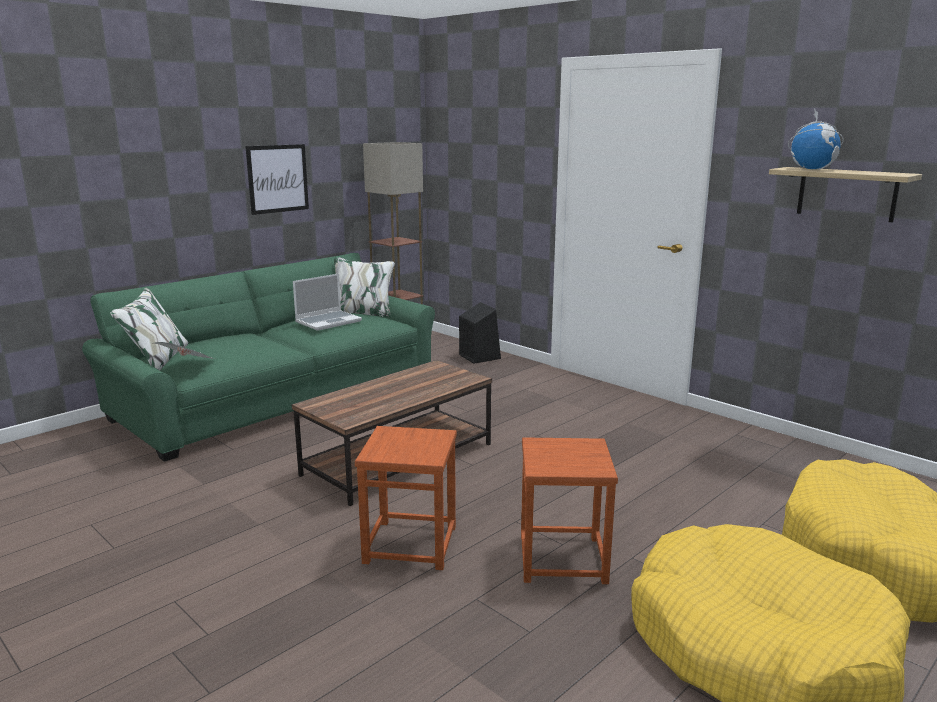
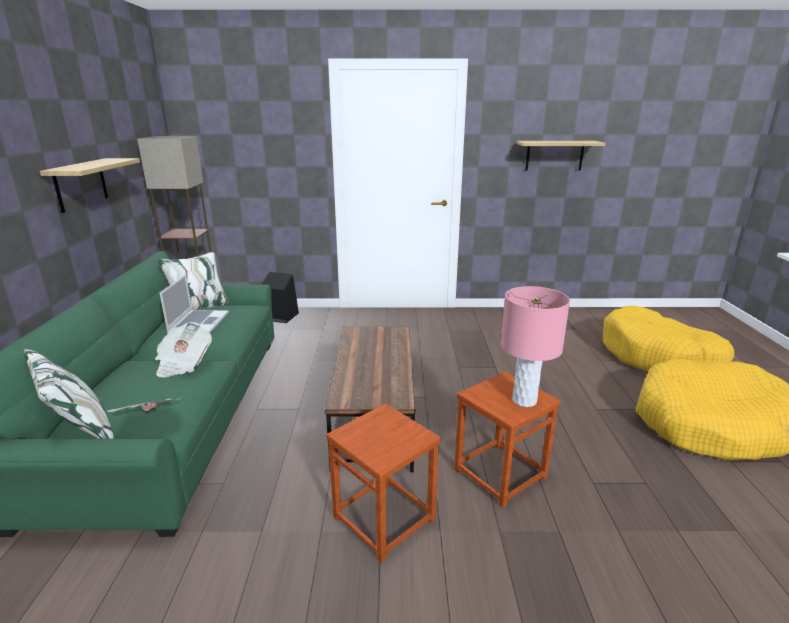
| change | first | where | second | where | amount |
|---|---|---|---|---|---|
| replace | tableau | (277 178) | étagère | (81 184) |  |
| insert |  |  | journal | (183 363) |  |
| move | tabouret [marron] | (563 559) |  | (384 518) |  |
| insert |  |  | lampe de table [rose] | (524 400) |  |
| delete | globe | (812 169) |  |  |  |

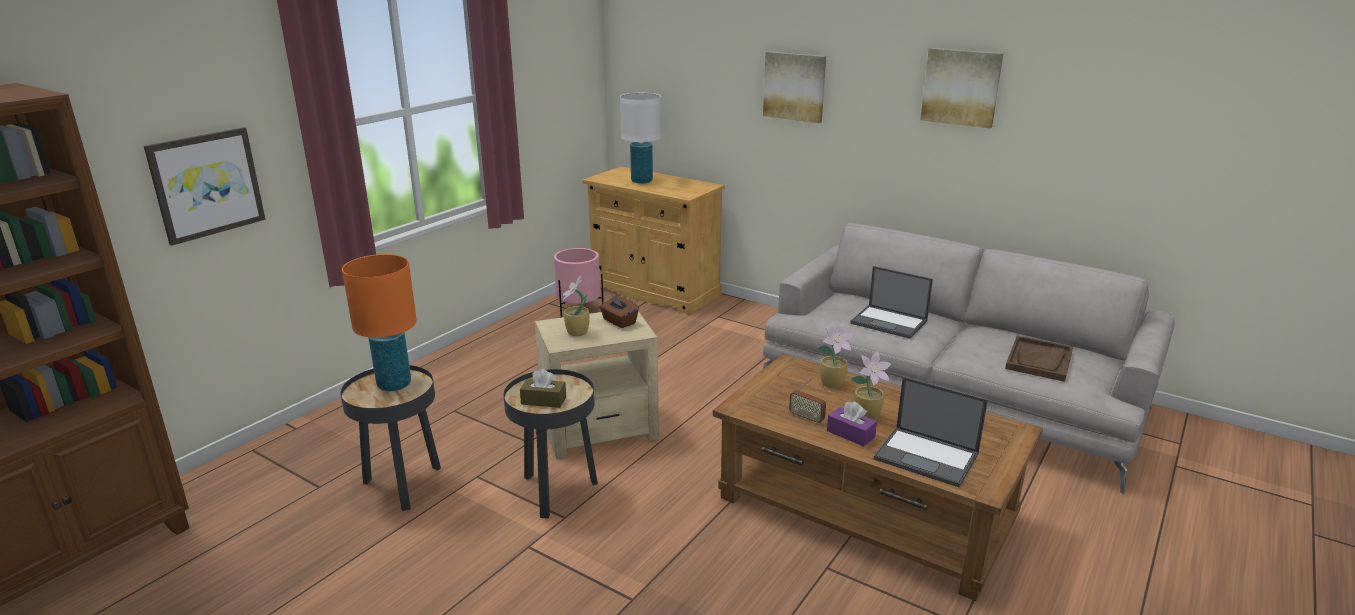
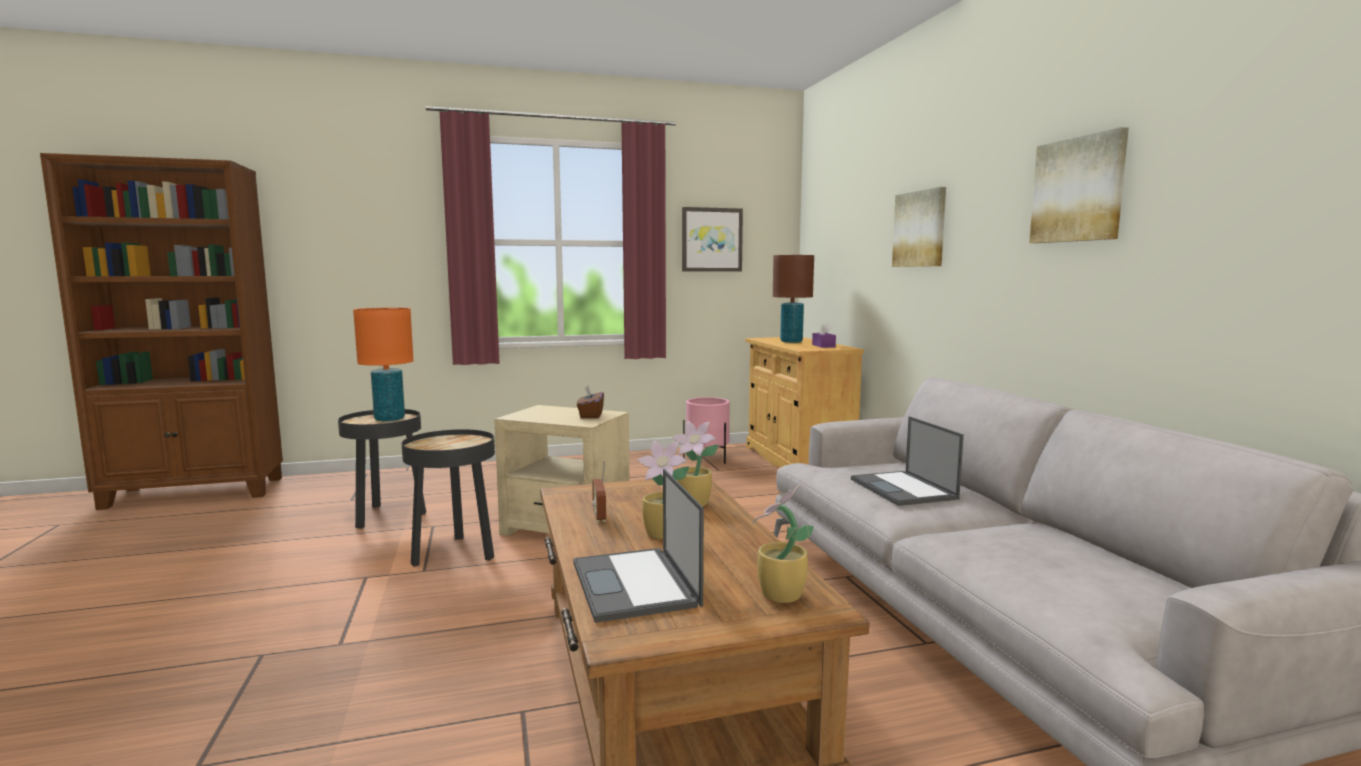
| change | first | where | second | where | amount |
|---|---|---|---|---|---|
| move | tableau | (206 184) |  | (711 240) |  |
| move | plante en pot | (577 333) |  | (779 596) |  |
| recolor | lampe de table [blanc] | (642 181) | lampe de table [marron] | (791 342) |  |
| move | boîte à mouchoirs [violet] | (850 434) |  | (823 346) |  |
| delete | boîte à mouchoirs [marron] | (543 400) |  |  |  |
| delete | plateau [marron] | (1039 360) |  |  |  |

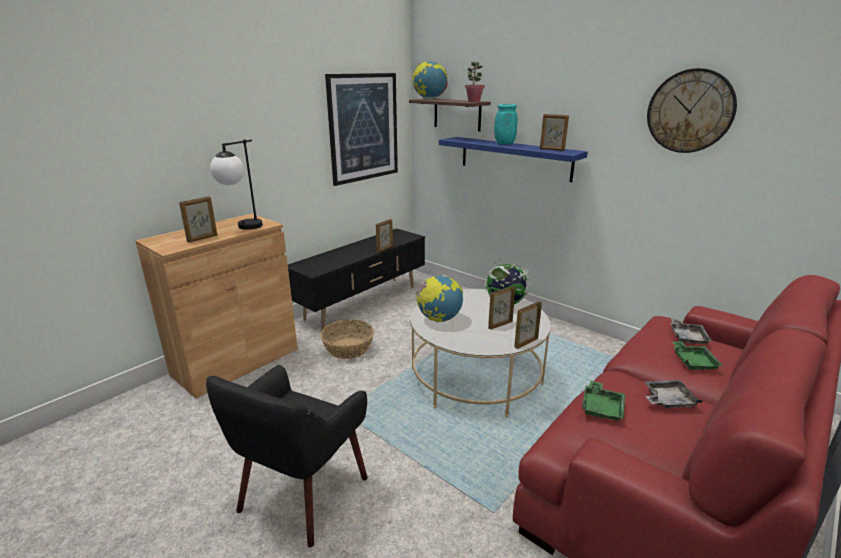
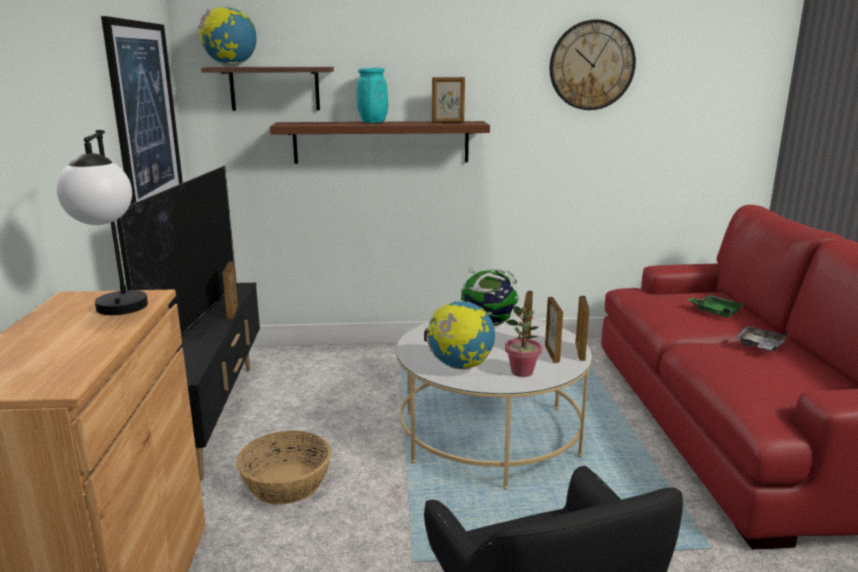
| change | first | where | second | where | amount |
|---|---|---|---|---|---|
| insert |  |  | téléviseur | (195 325) |  |
| recolor | étagère [bleu] | (514 158) | étagère [marron] | (381 142) |  |
| move | plante en pot | (474 101) |  | (522 372) |  |
| move | cadre photo | (202 238) |  | (552 354) |  |
| delete | plateau [vert] | (602 407) |  |  |  |
| delete | plateau [gris] | (687 337) |  |  |  |

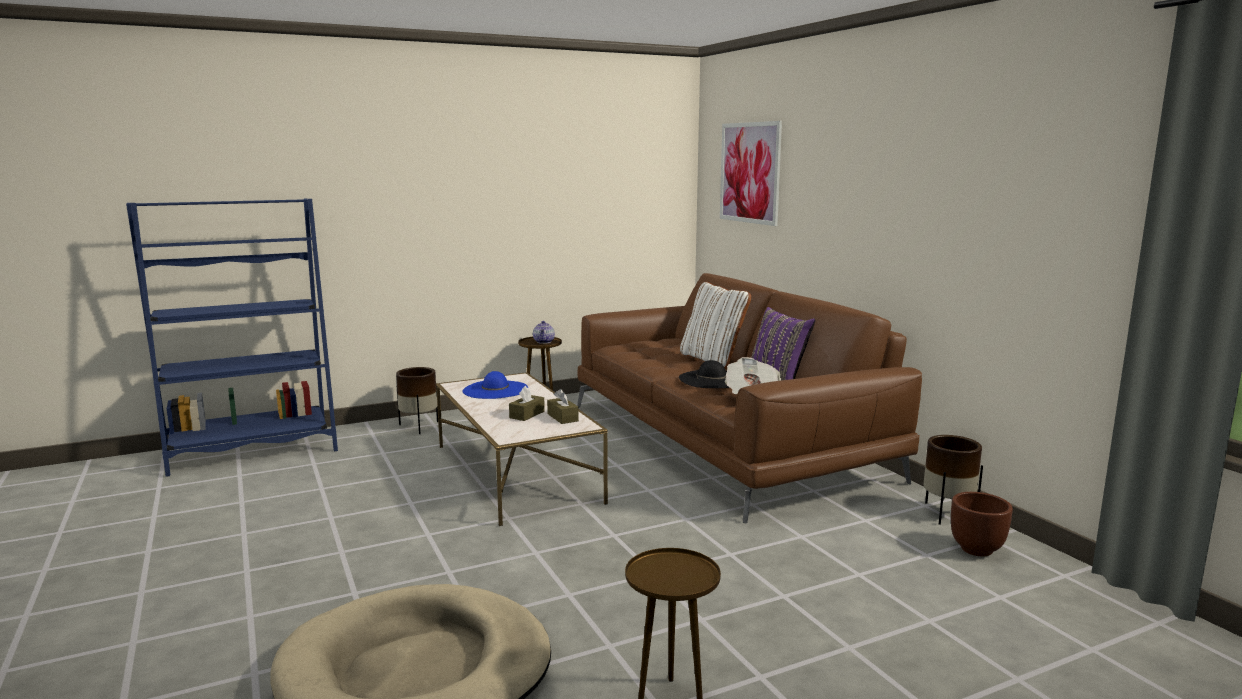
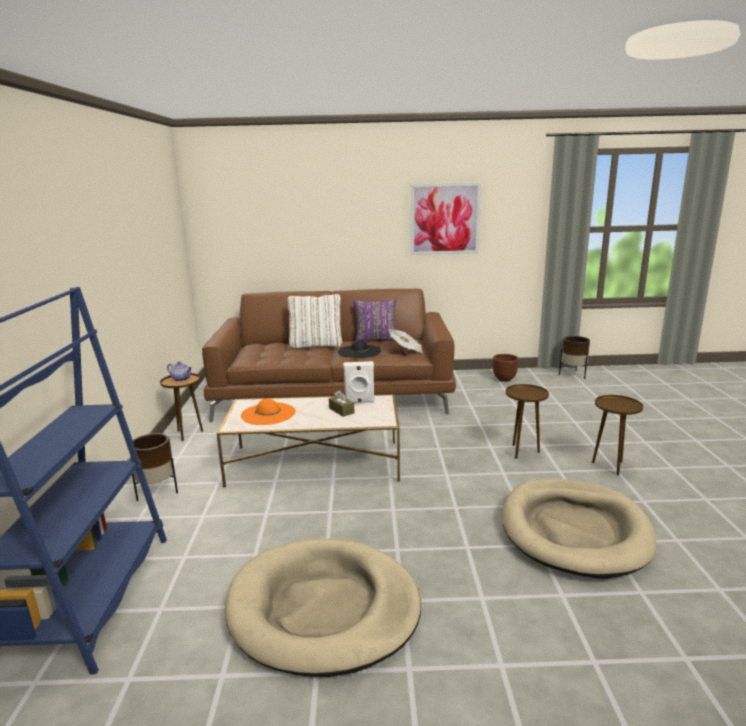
| change | first | where | second | where | amount |
|---|---|---|---|---|---|
| insert |  |  | panier pour chien [beige] | (323 609) |  |
| recolor | chapeau [bleu] | (495 390) | chapeau [orange] | (268 413) |  |
| replace | boîte à mouchoirs [marron] | (562 417) | enceinte [blanc] | (359 402) |  |
| move | tableau | (750 172) |  | (445 219) |  |
| insert |  |  | table d'appoint [marron] | (522 451) |  |
| move | cache-pot [marron] | (947 514) |  | (573 374) |  |

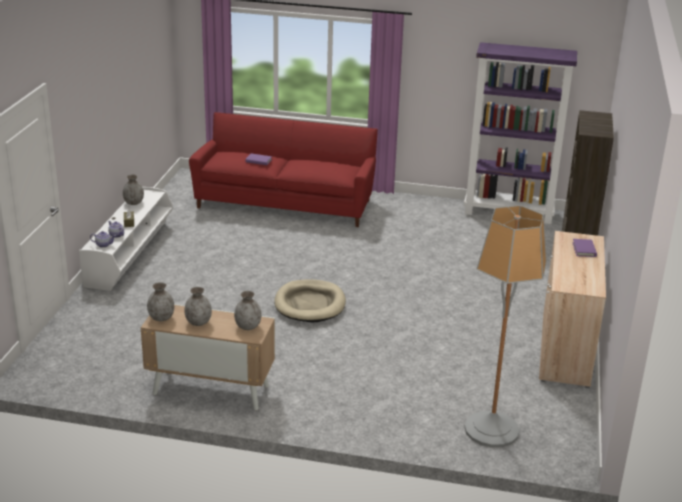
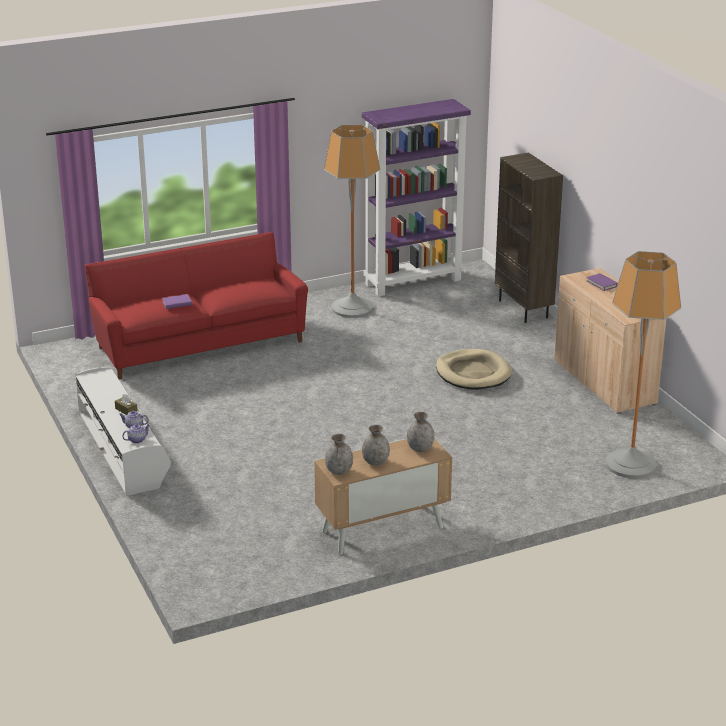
| change | first | where | second | where | amount |
|---|---|---|---|---|---|
| insert |  |  | lampadaire | (352 308) |  |
| move | panier pour chien [beige] | (310 304) |  | (473 373) |  |
| delete | vase [gris] | (133 203) |  |  |  |

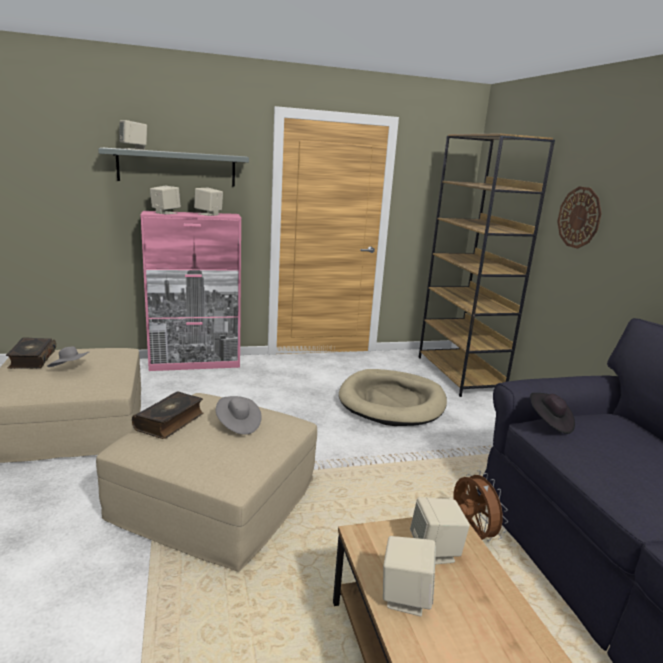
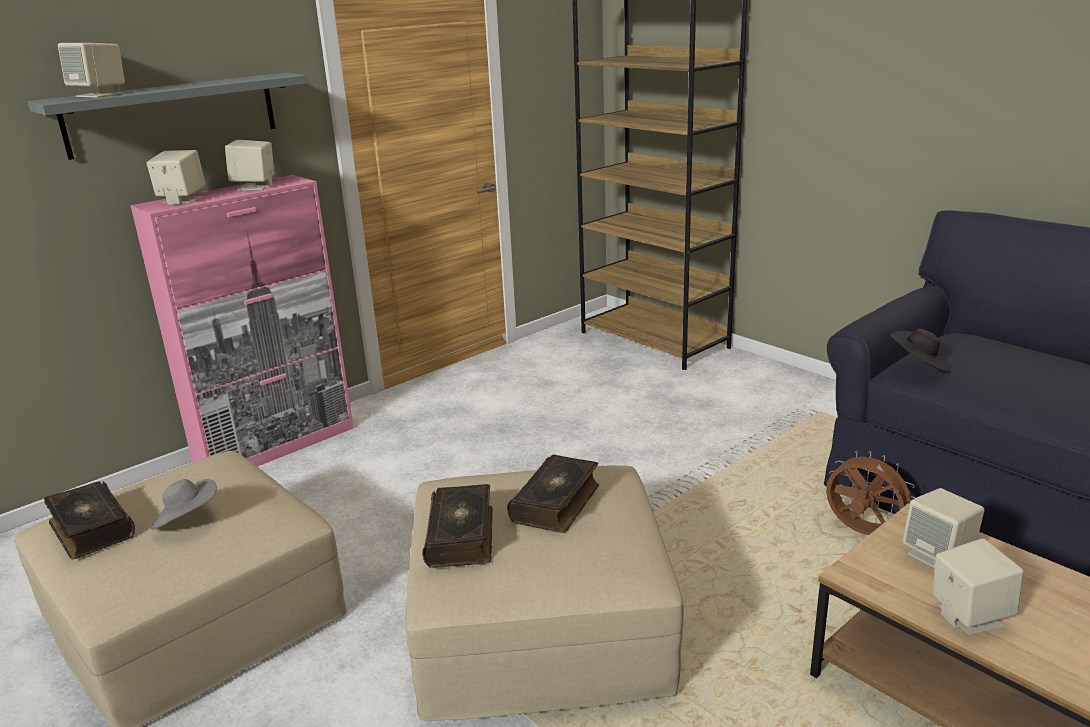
| change | first | where | second | where | amount |
|---|---|---|---|---|---|
| replace | chapeau [gris] | (238 424) | livre | (557 503) |  |
| delete | panier pour chien [beige] | (392 402) |  |  |  |
| delete | horloge murale | (579 217) |  |  |  |

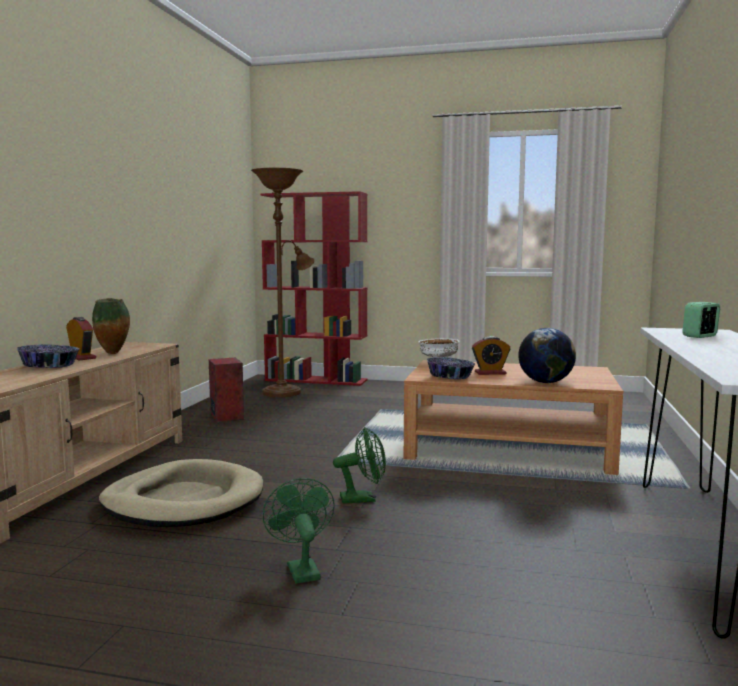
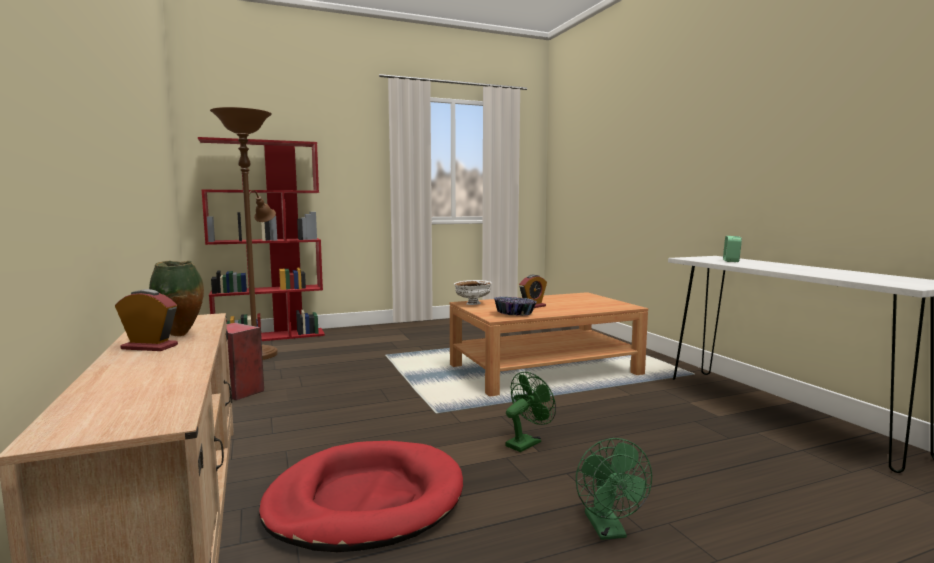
| change | first | where | second | where | amount |
|---|---|---|---|---|---|
| recolor | panier pour chien [beige] | (184 501) | panier pour chien [rouge] | (365 501) |  |
| rotate | ventilateur [vert] | (301 569) |  | (608 530) | 135 degrees counterclockwise |
| delete | bol | (49 366) |  |  |  |
| delete | globe | (545 382) |  |  |  |

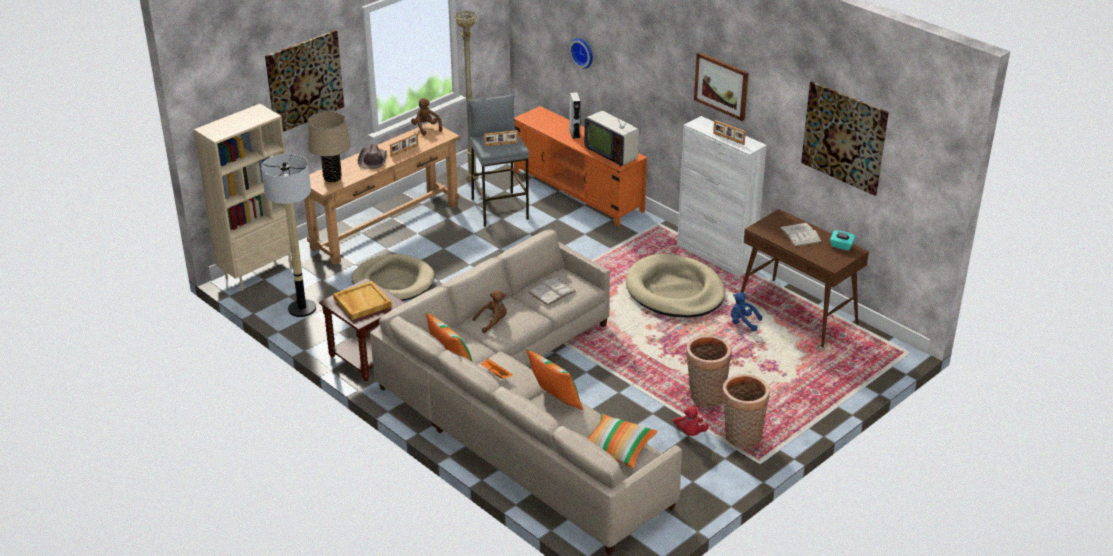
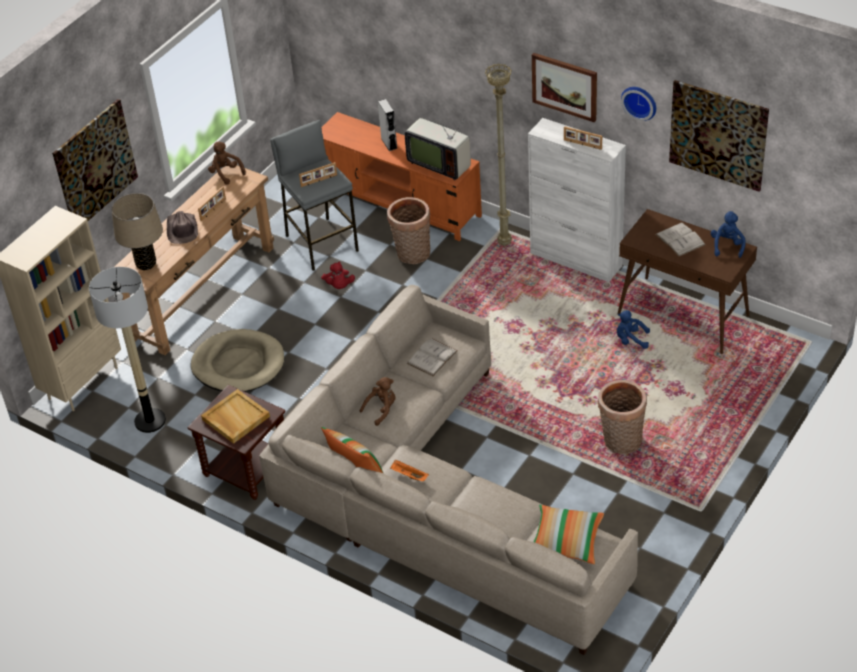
| change | first | where | second | where | amount |
|---|---|---|---|---|---|
| move | peluche [rouge] | (690 433) |  | (339 286) |  |
| move | panier | (741 438) |  | (412 255) |  |
| move | lampadaire [beige] | (472 181) |  | (504 244) |  |
| move | horloge murale | (583 52) |  | (640 101) |  |
| replace | boîte à mouchoirs [turquoise] | (841 246) | peluche [bleu] | (727 246) |  |
| delete | coussin | (555 401) |  |  |  |
| delete | panier pour chien [beige] | (675 291) |  |  |  |

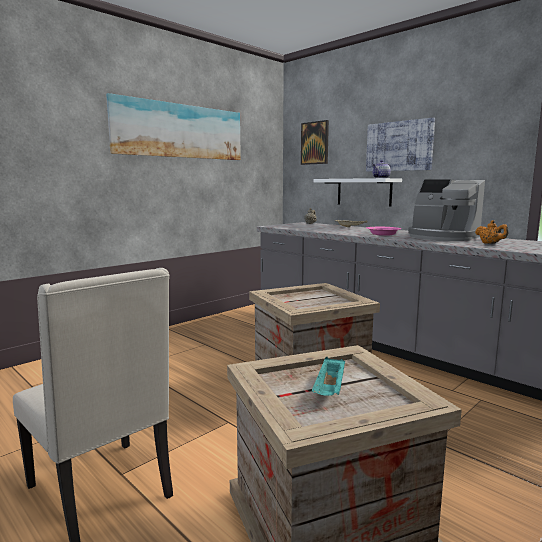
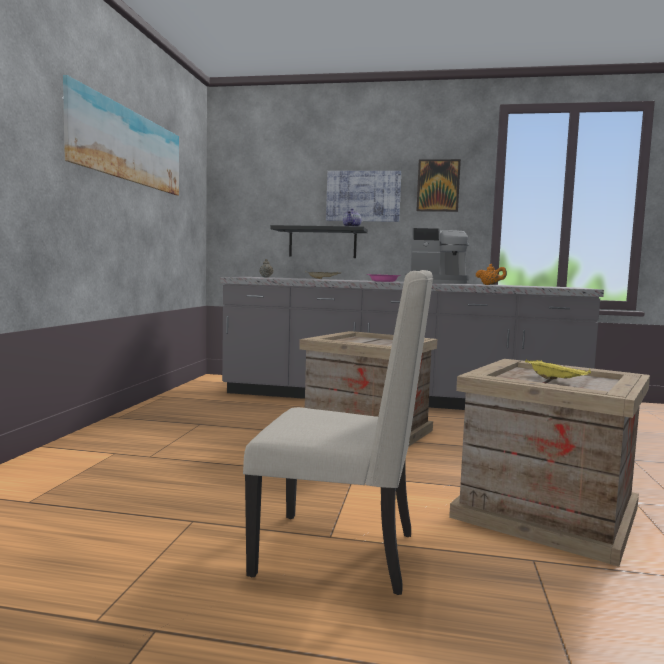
| change | first | where | second | where | amount |
|---|---|---|---|---|---|
| recolor | étagère [blanc] | (364 192) | étagère [noir] | (322 243) |  |
| move | tableau | (315 143) |  | (438 185) |  |
| recolor | plateau [turquoise] | (330 389) | plateau [jaune] | (556 380) |  |

